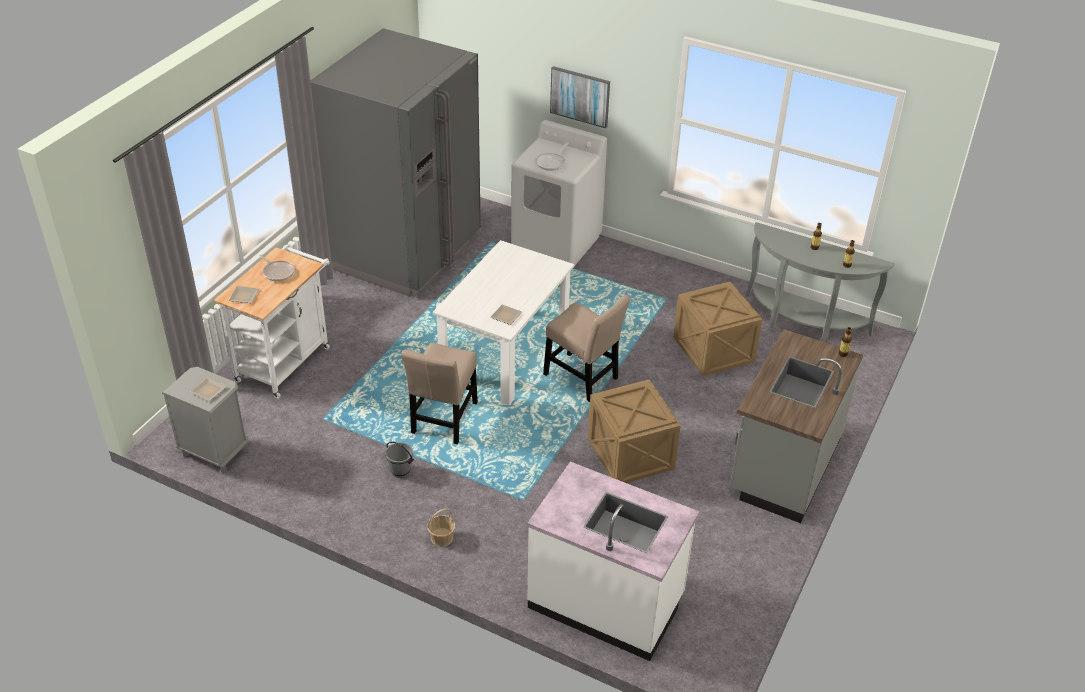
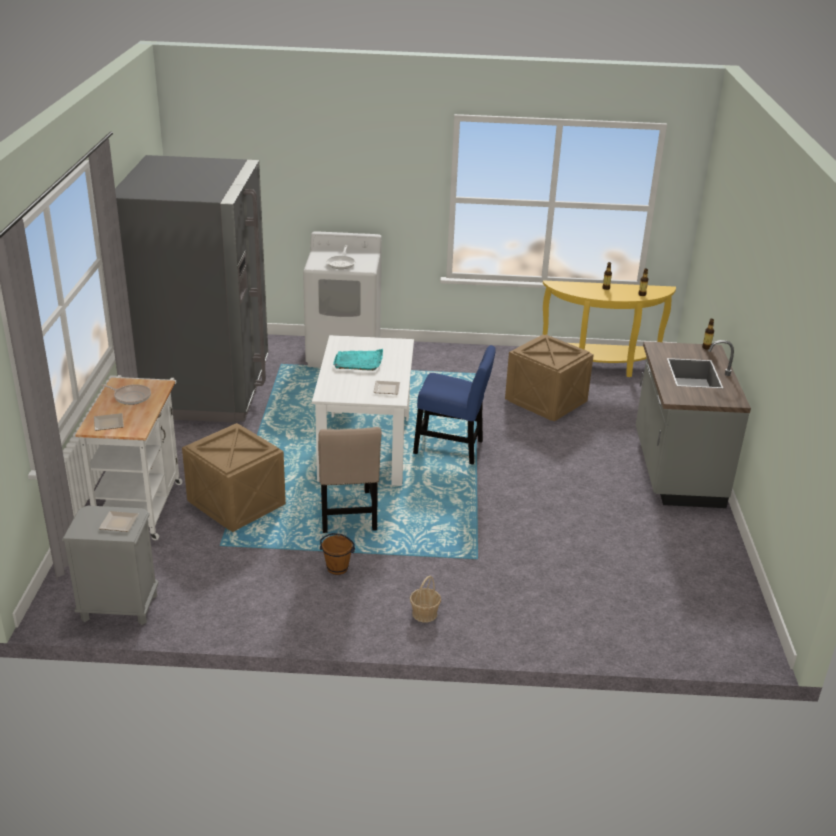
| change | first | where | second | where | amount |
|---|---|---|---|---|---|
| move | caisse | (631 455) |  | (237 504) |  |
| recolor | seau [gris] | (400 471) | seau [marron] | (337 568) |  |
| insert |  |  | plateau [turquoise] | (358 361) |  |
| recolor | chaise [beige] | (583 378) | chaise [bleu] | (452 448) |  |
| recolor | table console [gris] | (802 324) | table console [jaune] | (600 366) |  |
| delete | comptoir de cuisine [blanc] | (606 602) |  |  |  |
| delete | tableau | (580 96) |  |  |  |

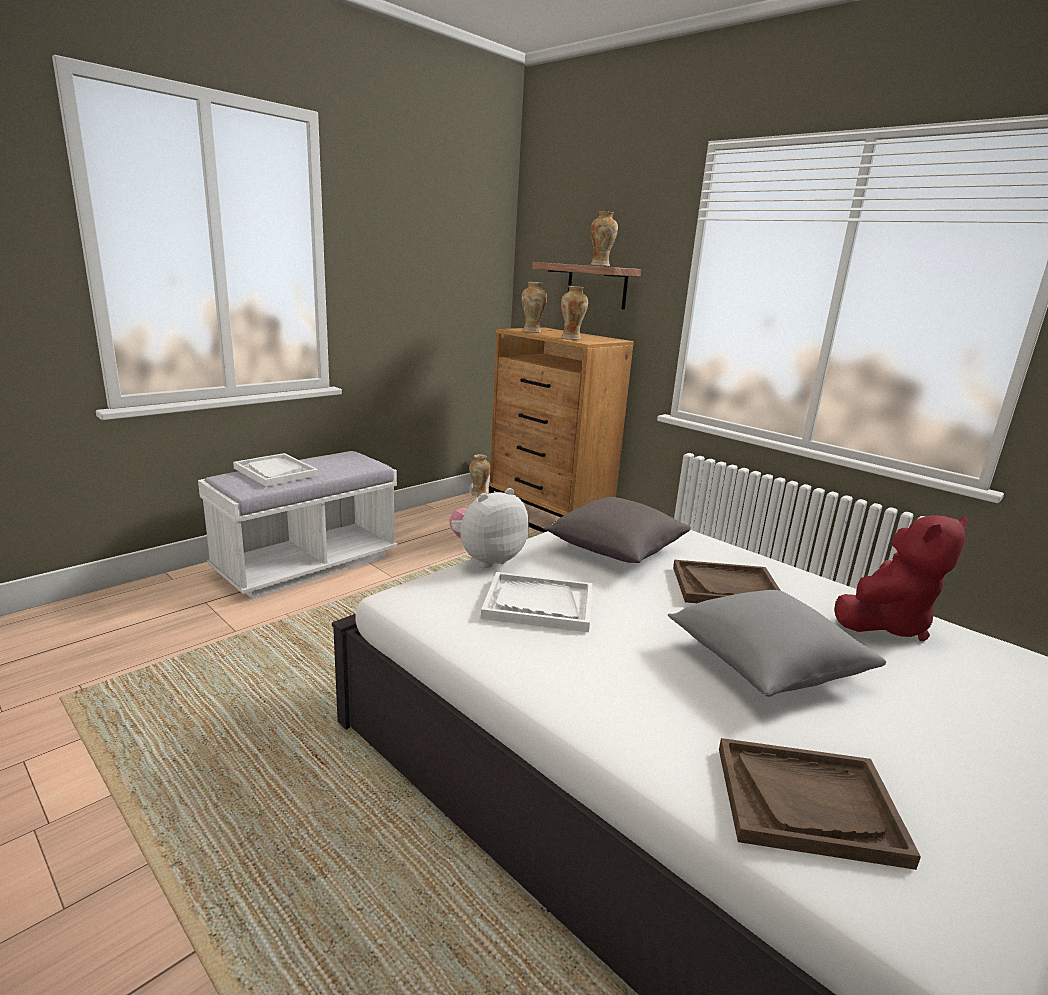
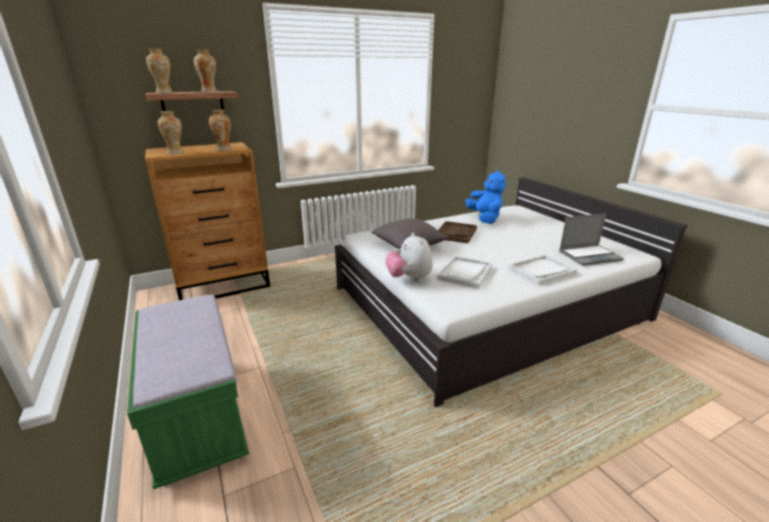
| change | first | where | second | where | amount |
|---|---|---|---|---|---|
| recolor | banc [blanc] | (307 565) | banc [vert] | (197 417) |  |
| move | vase | (478 494) |  | (164 93) |  |
| recolor | peluche [rouge] | (885 623) | peluche [bleu] | (485 218) |  |
| move | plateau [blanc] | (275 472) |  | (541 271) |  |
| replace | plateau [marron] | (808 803) | ordinateur portable | (589 256) |  |
| delete | coussin [gris] | (764 664) |  |  |  |

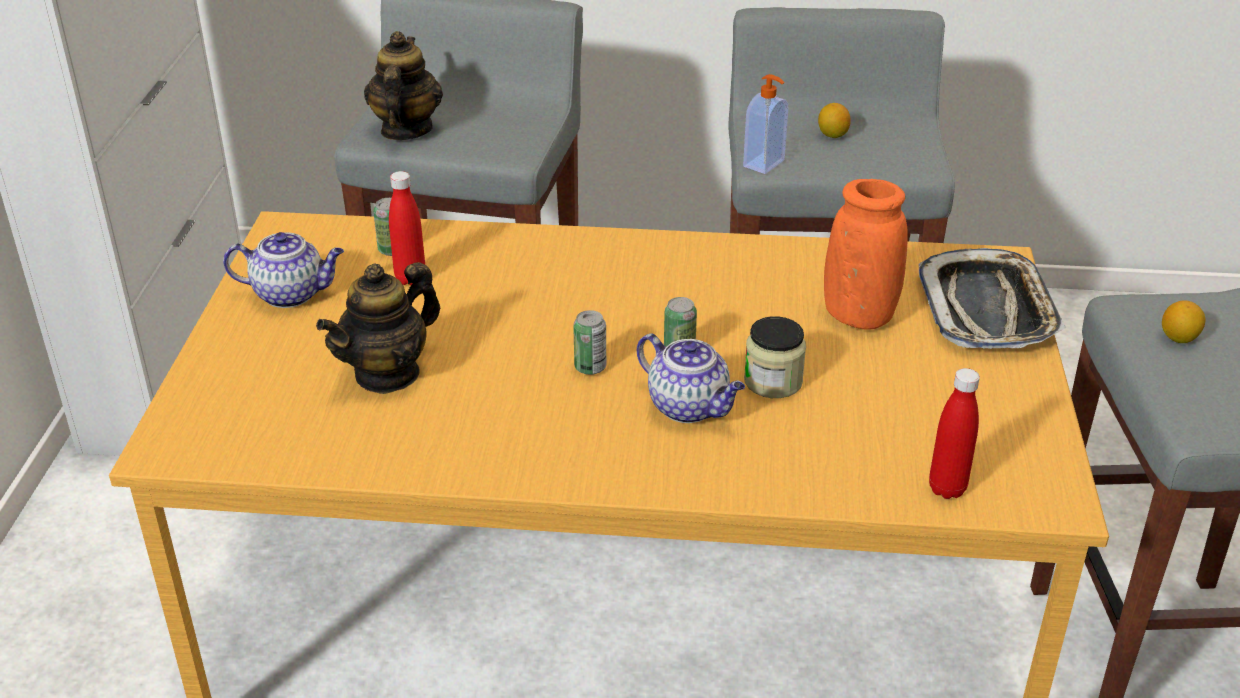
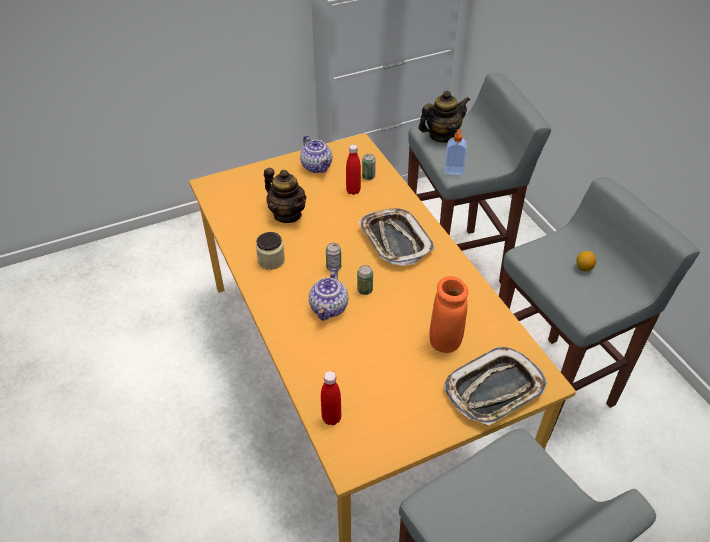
| change | first | where | second | where | amount |
|---|---|---|---|---|---|
| move | bocal | (773 381) |  | (271 260) |  |
| rotate | théière | (387 373) |  | (287 214) | 150 degrees counterclockwise |
| insert |  |  | plateau | (394 240) |  |
| move | distributeur de savon | (765 164) |  | (453 171) |  |
| delete | citron | (1178 338) |  |  |  |

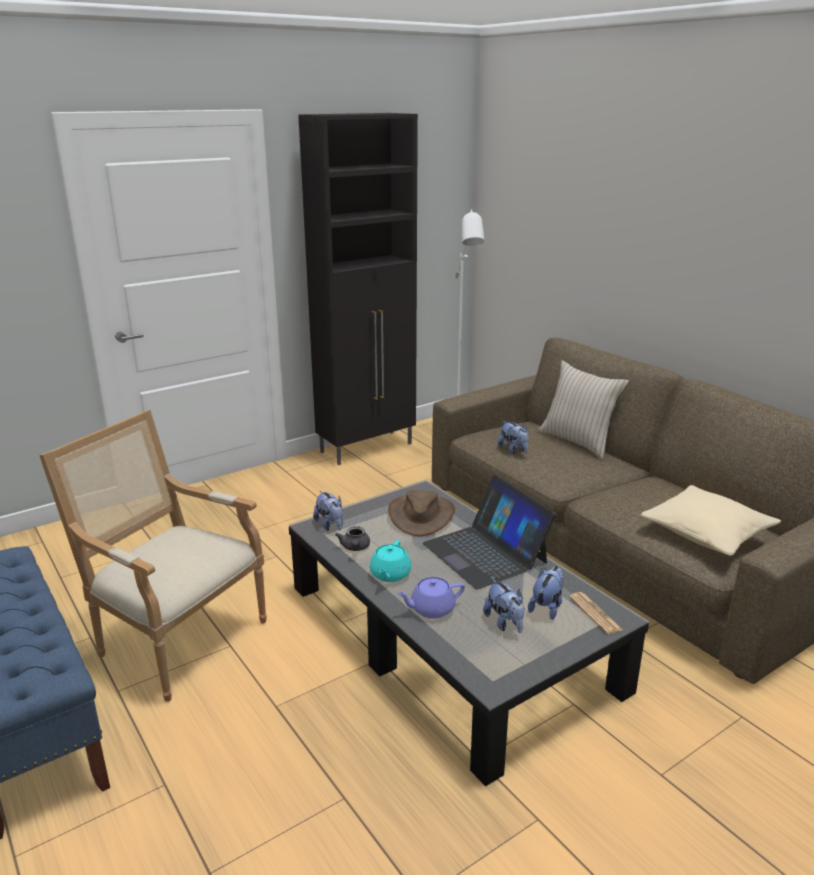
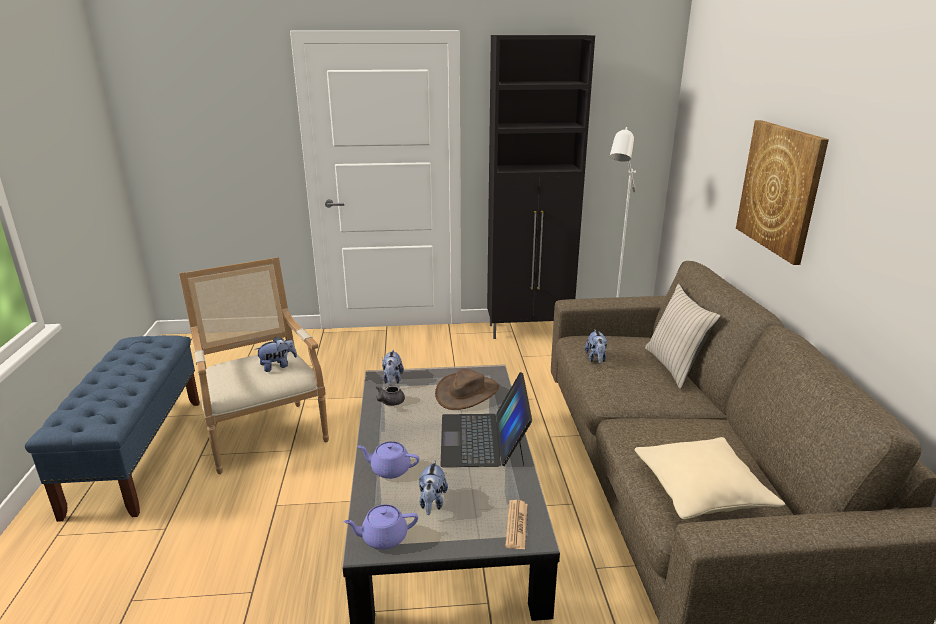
| change | first | where | second | where | amount |
|---|---|---|---|---|---|
| move | peluche | (547 607) |  | (278 366) |  |
| insert |  |  | théière [violet] | (383 537) |  |
| insert |  |  | tableau | (780 189) |  |
| delete | théière [turquoise] | (390 574) |  |  |  |

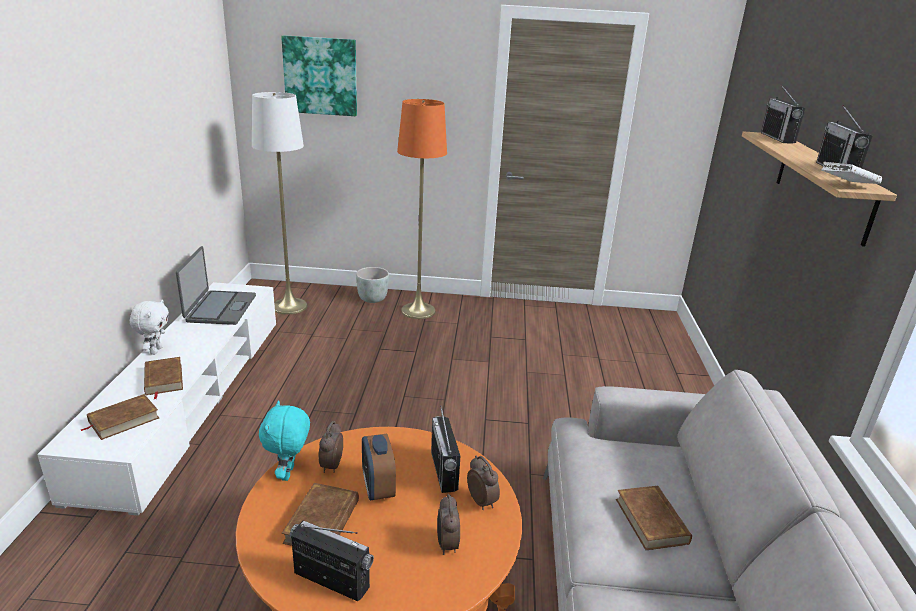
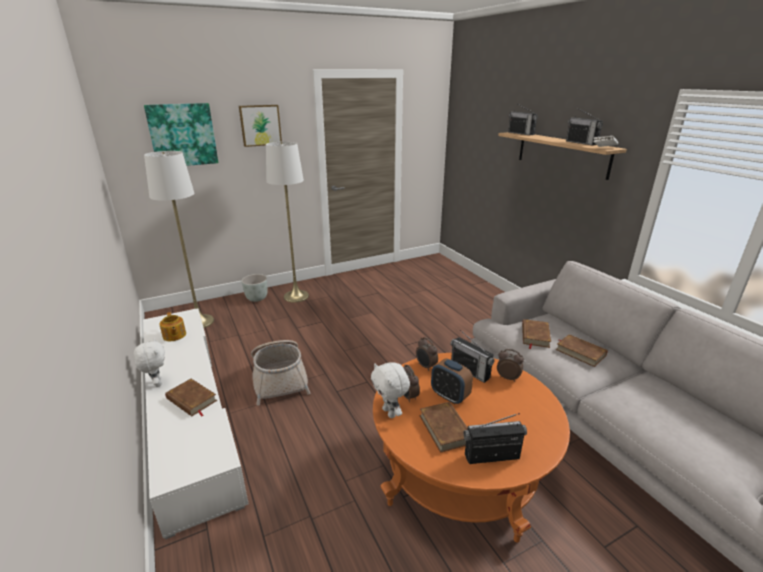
| change | first | where | second | where | amount |
|---|---|---|---|---|---|
| replace | ordinateur portable | (220 308) | théière | (174 336) |  |
| insert |  |  | tableau | (260 125) |  |
| insert |  |  | panier | (279 378) |  |
| recolor | lampadaire [orange] | (418 311) | lampadaire [blanc] | (296 296) |  |
| recolor | peluche [turquoise] | (289 474) | peluche [blanc] | (390 412) |  |
| move | réveil | (446 545) |  | (425 366) |  |
| move | livre [marron] | (123 420) |  | (535 336) |  |

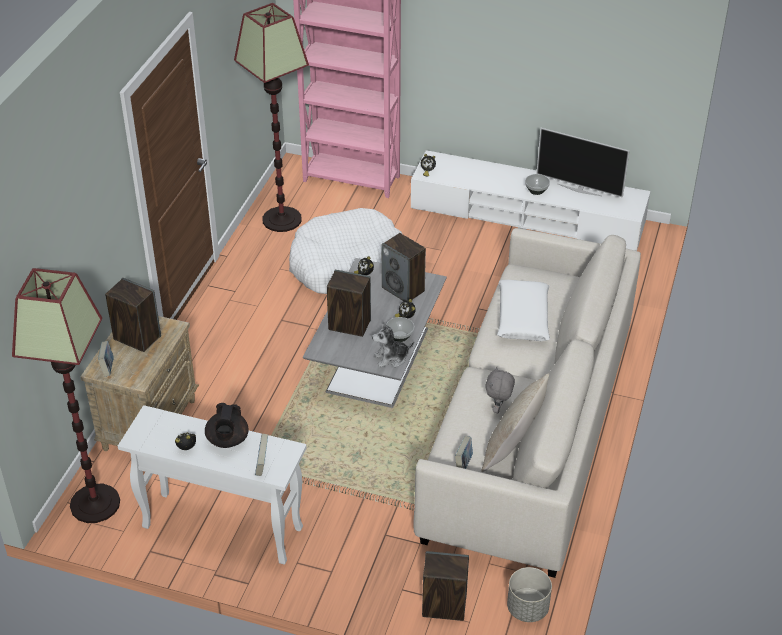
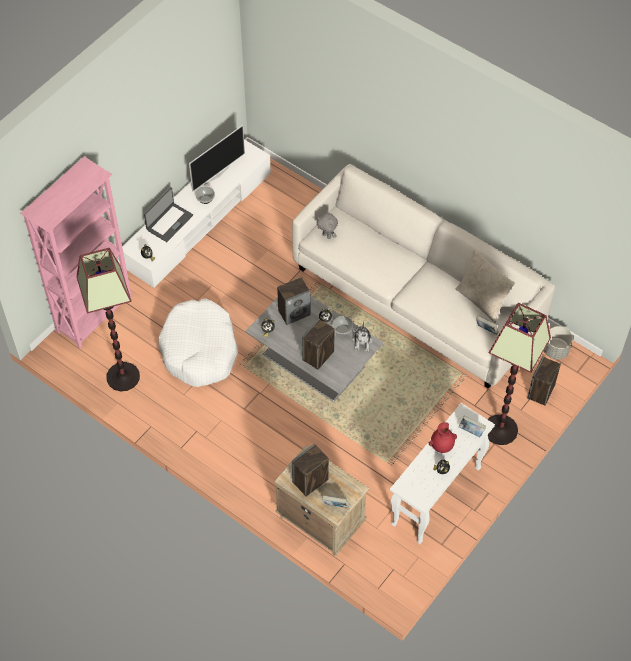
| change | first | where | second | where | amount |
|---|---|---|---|---|---|
| insert |  |  | ordinateur portable | (169 222) |  |
| move | peluche [gris] | (498 409) |  | (327 236) |  |
| replace | théière [noir] | (227 440) | vase [rouge] | (442 446) |  |
| move | lampadaire | (95 503) |  | (500 429) |  |
| delete | coussin [blanc] | (522 317) |  |  |  |

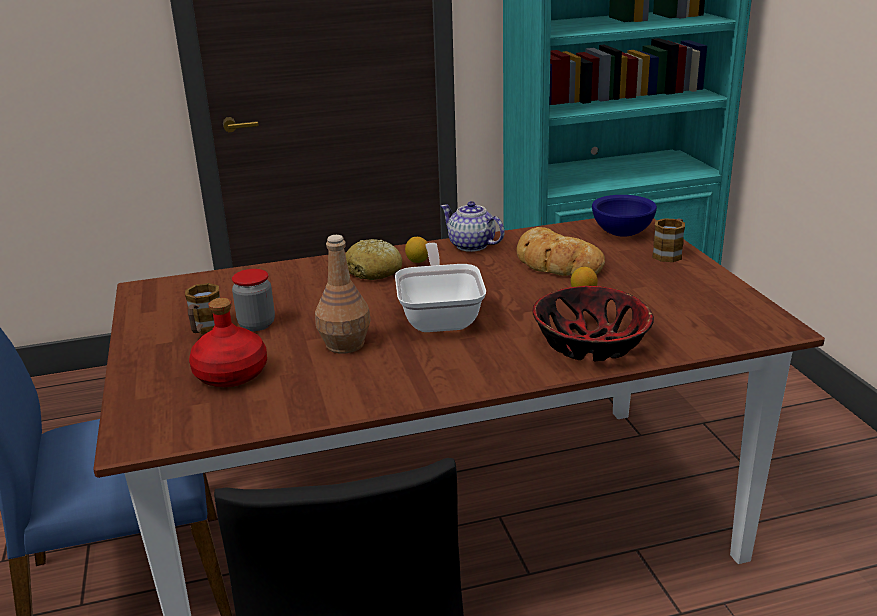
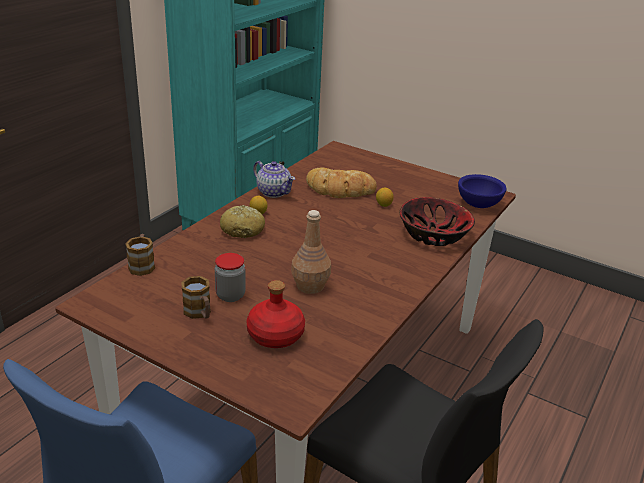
| change | first | where | second | where | amount |
|---|---|---|---|---|---|
| move | mug | (670 253) |  | (142 265) |  |
| rotate | théière | (472 245) |  | (273 192) | 135 degrees counterclockwise |
| move | bol [bleu] | (621 233) |  | (478 205) |  |
| delete | poêle | (441 317) |  |  |  |

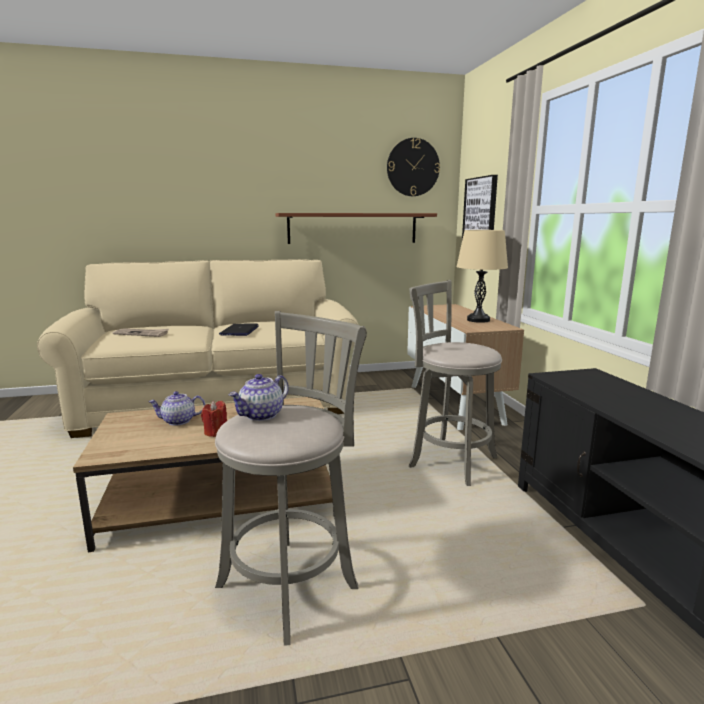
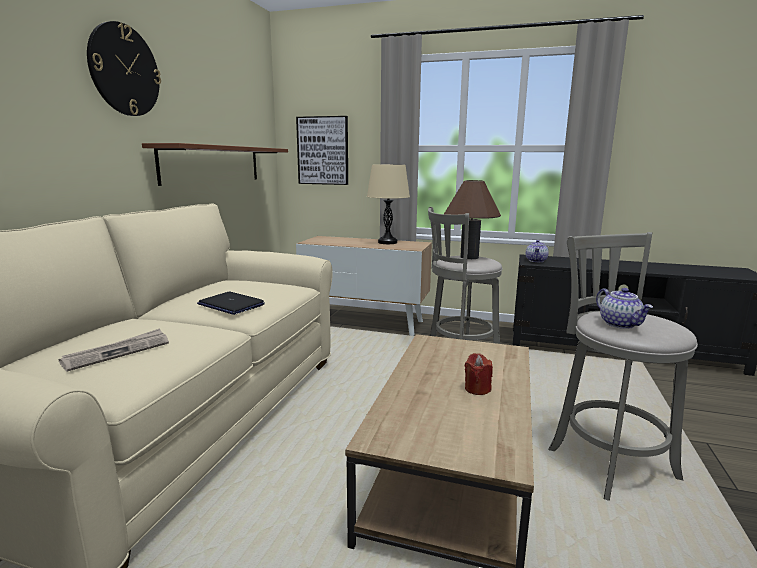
| change | first | where | second | where | amount |
|---|---|---|---|---|---|
| move | horloge murale | (413 167) |  | (124 70) |  |
| insert |  |  | lampe de table [marron] | (469 257) |  |
| move | théière | (178 421) |  | (536 261) |  |

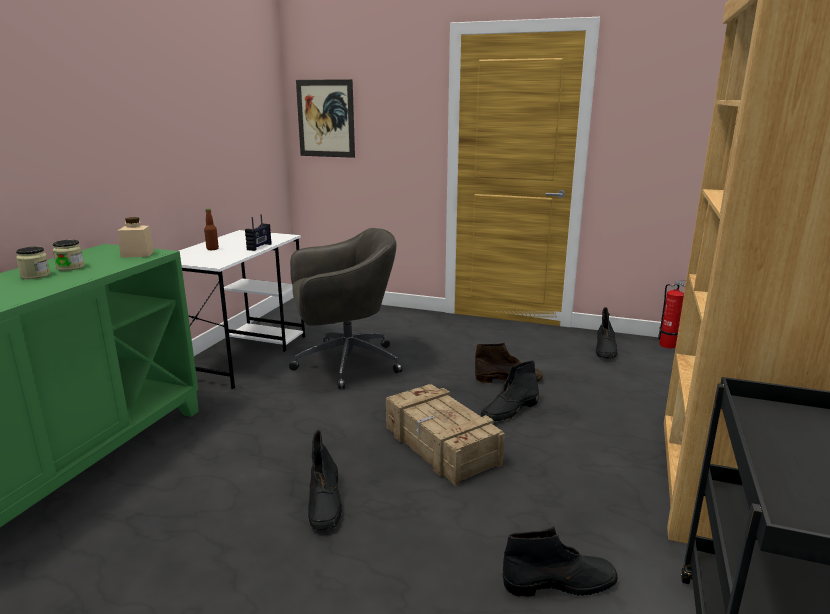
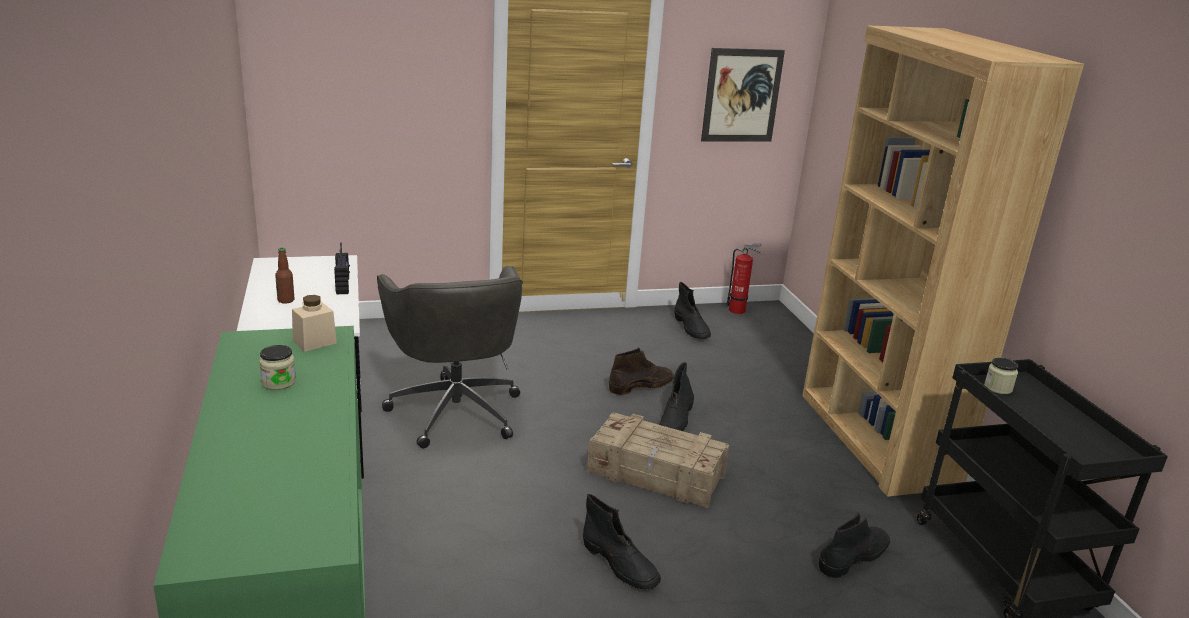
| change | first | where | second | where | amount |
|---|---|---|---|---|---|
| rotate | chaise de bureau [gris] | (344 364) |  | (455 410) | 120 degrees clockwise |
| move | tableau | (325 118) |  | (742 95) |  |
| move | bocal | (35 276) |  | (998 388) |  |

